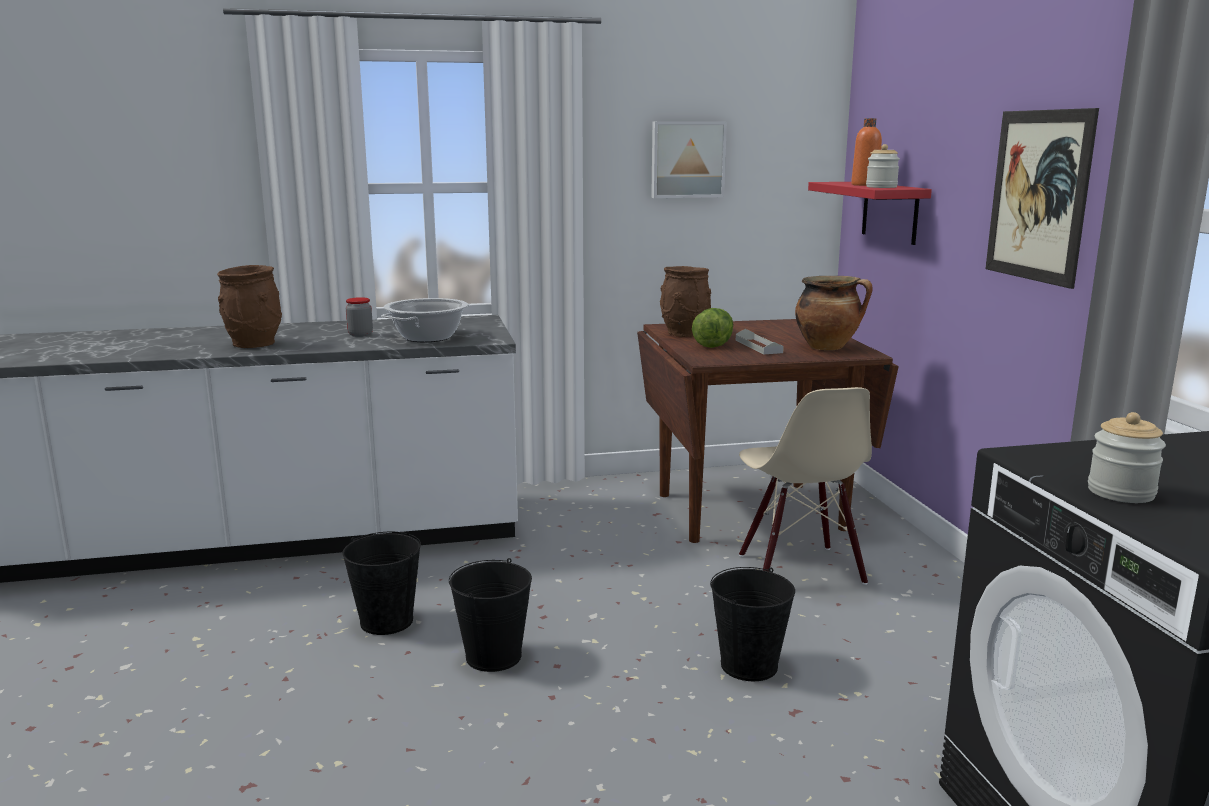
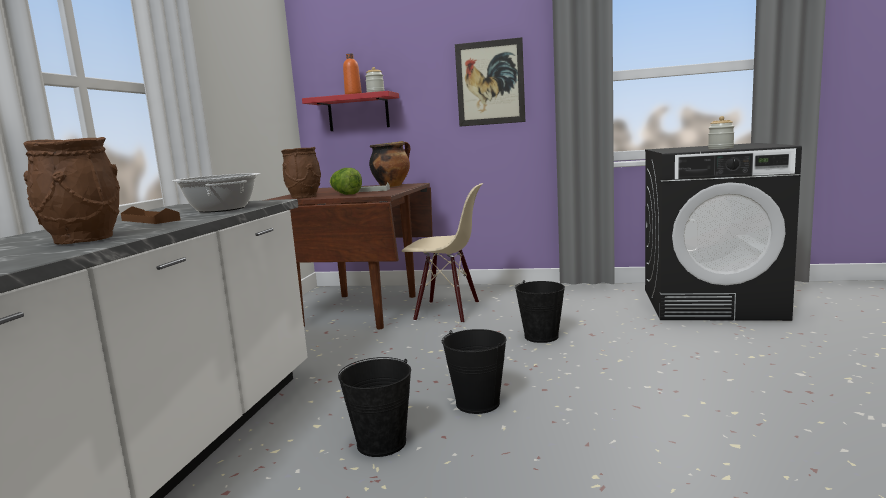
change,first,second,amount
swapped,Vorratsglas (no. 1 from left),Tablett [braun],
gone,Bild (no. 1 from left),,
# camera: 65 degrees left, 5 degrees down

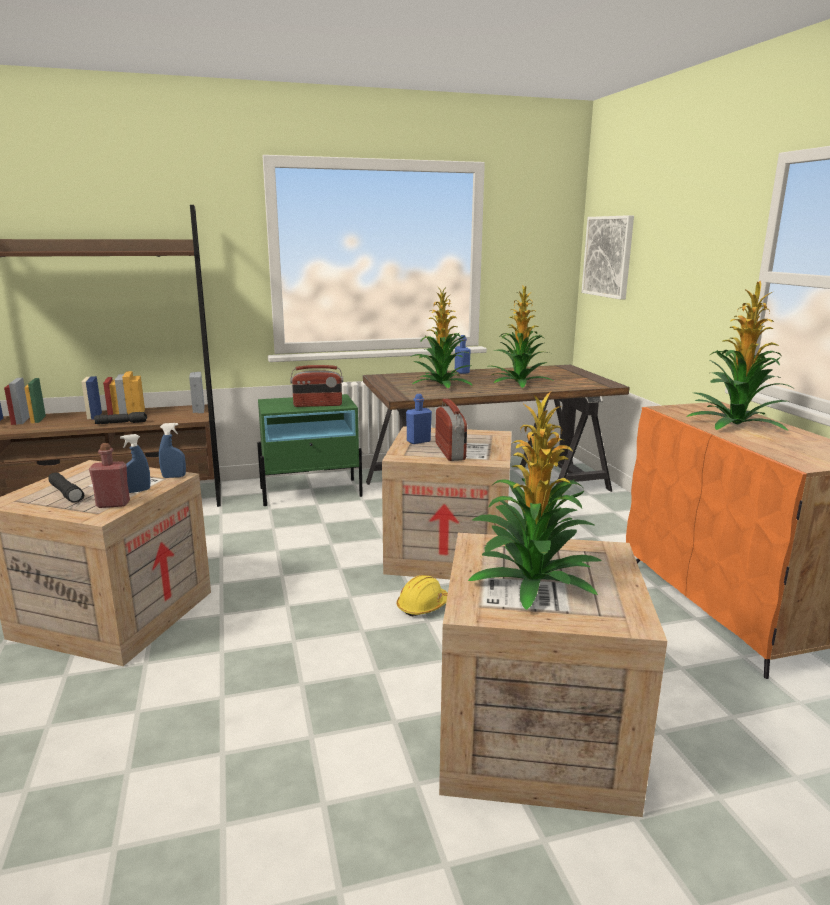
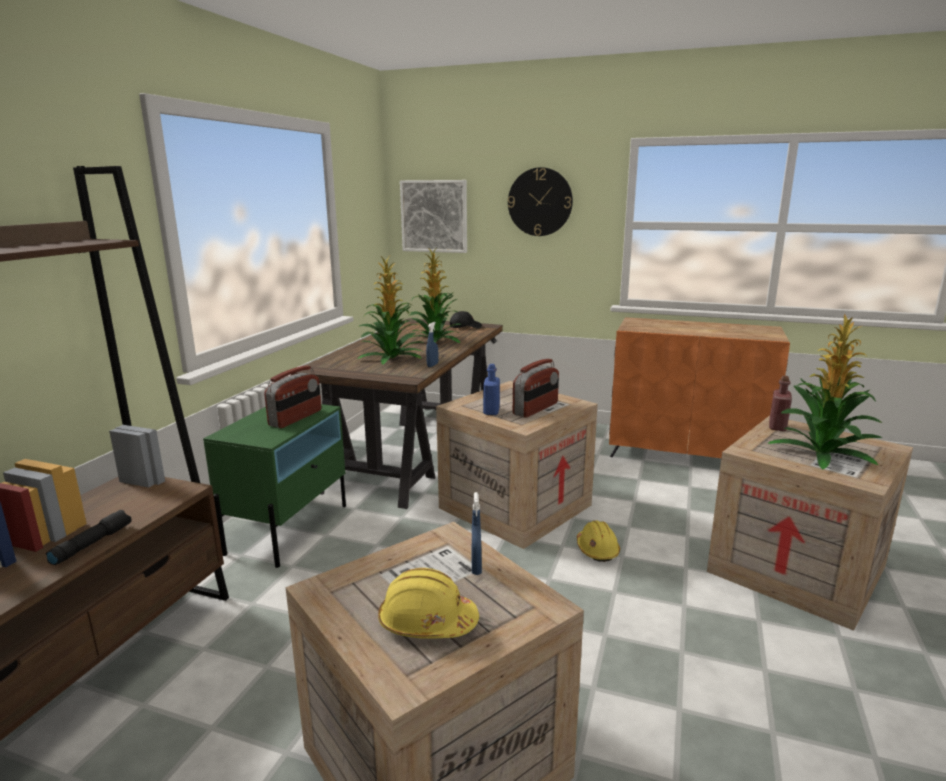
change,first,second,amount
swapped,Taschenlampe [schwarz] (no. 1 from left),Schutzhelm [gelb] (no. 1 from left),
shifted,Flasche [rot],,
shifted,Sprühflasche [blau] (no. 2 from left in the first image),Sprühflasche [blau] (no. 1 from left),
rotated,Radio (no. 2 from left),,105 degrees clockwise
gone,Flasche [blau] (no. 2 from left),,
gone,Topfpflanze (no. 4 from left),,
new,,Kappe [schwarz],
new,,Wanduhr,
# camera: 55 degrees left, 0 degrees up

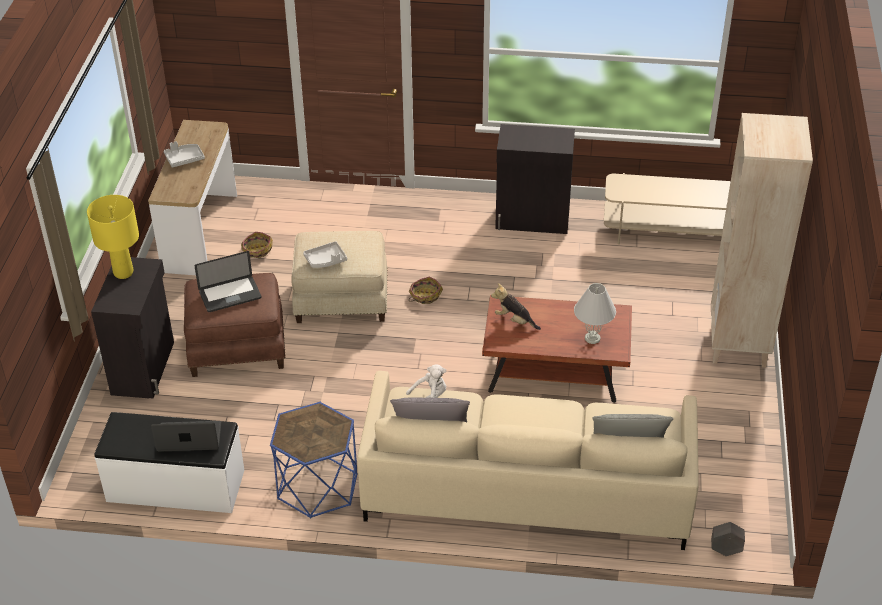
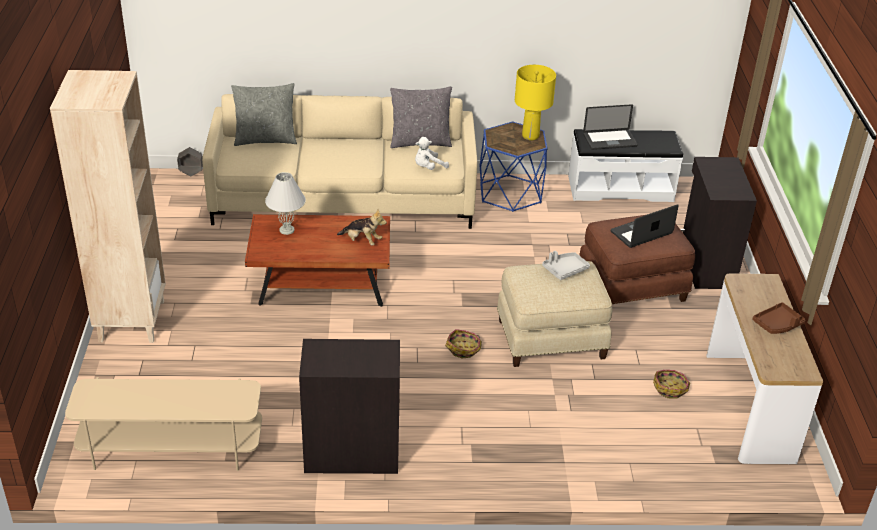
change,first,second,amount
shifted,Tischlampe [gelb],,
repainted,Tablett [grau] (no. 1 from left),Tablett [braun],
# camera: 170 degrees right, 5 degrees down

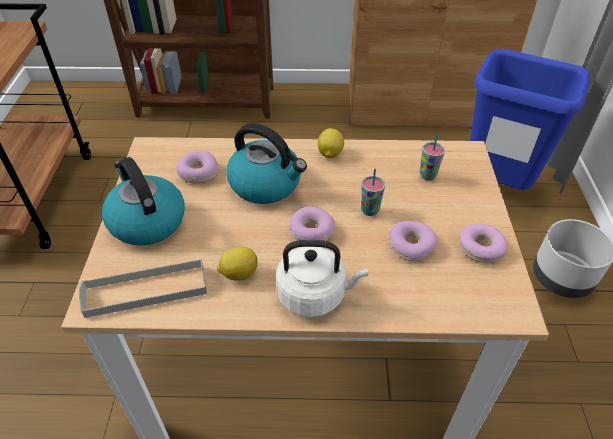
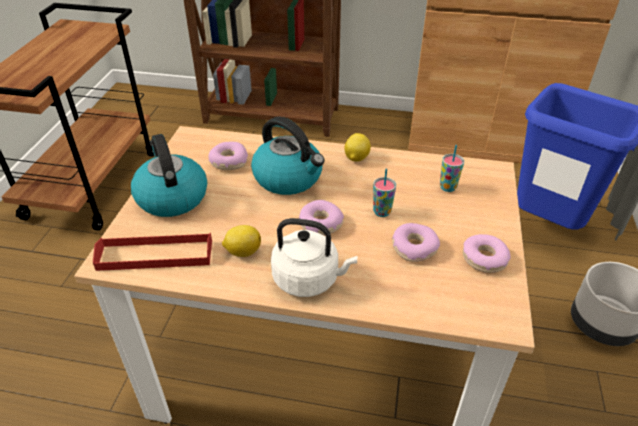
change,first,second,amount
repainted,Tablett [grau],Tablett [rot],
# camera: 10 degrees right, 5 degrees down

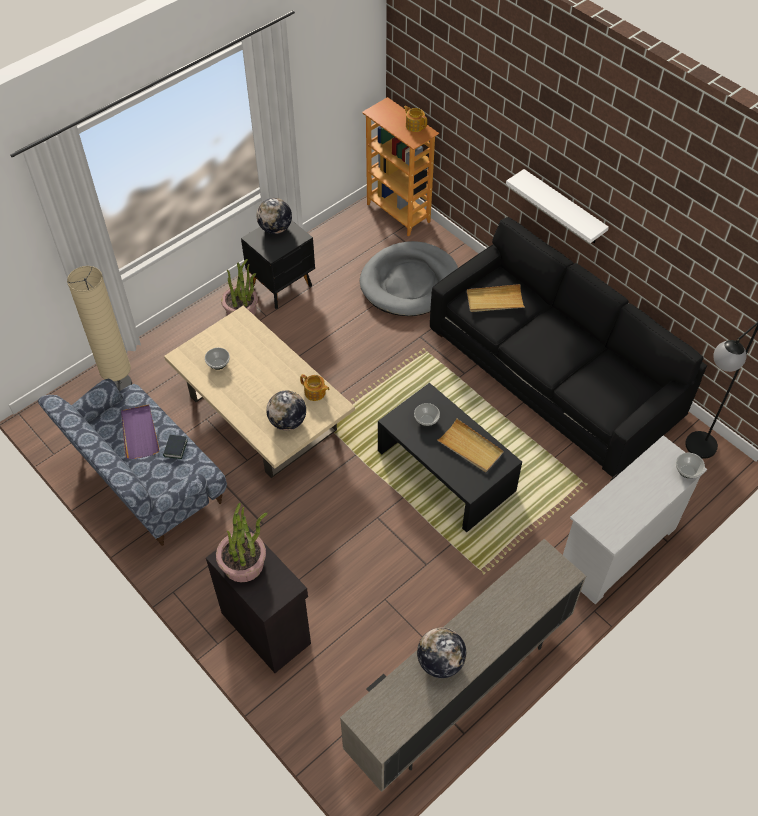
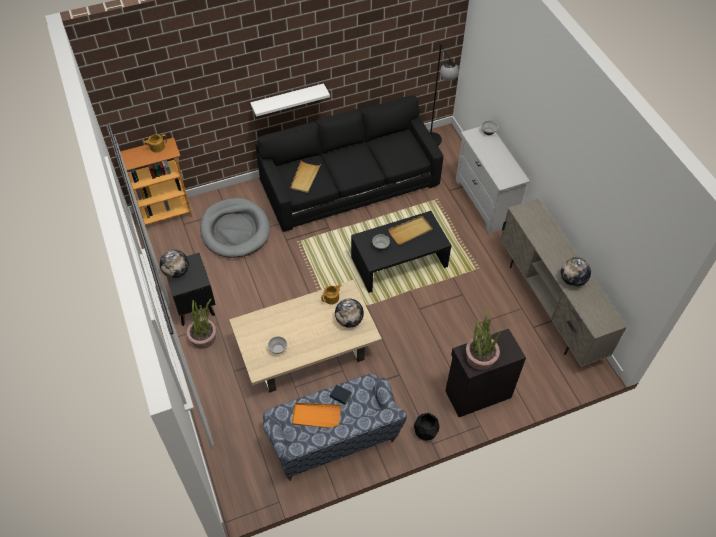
change,first,second,amount
gone,Stehlampe [beige],,
repainted,Tablett [lila],Tablett [orange],
new,,Pflanzkübel [schwarz],
# camera: 70 degrees left, 0 degrees up

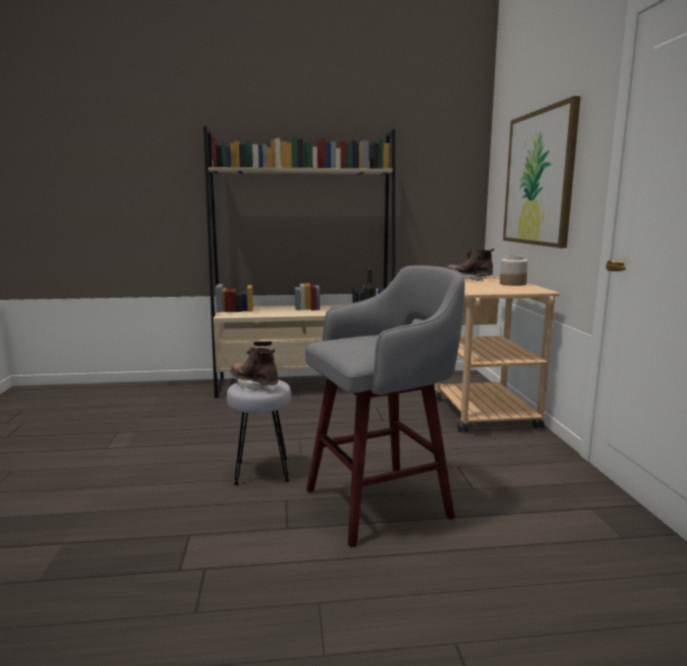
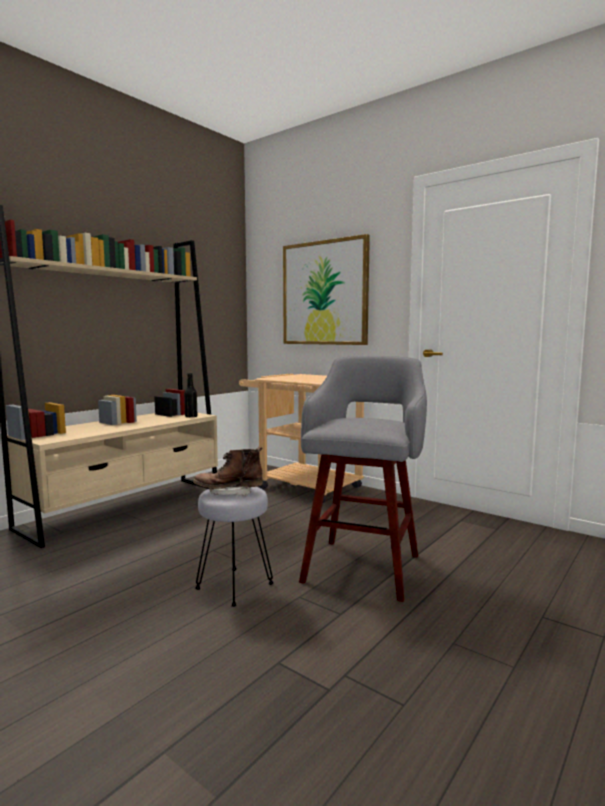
change,first,second,amount
gone,Stiefel [braun] (no. 2 from left),,
gone,Vorratsglas,,
# camera: 45 degrees left, 5 degrees down

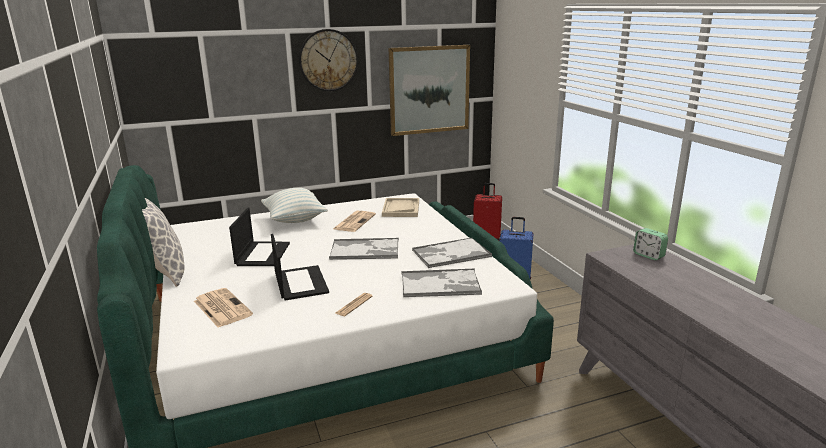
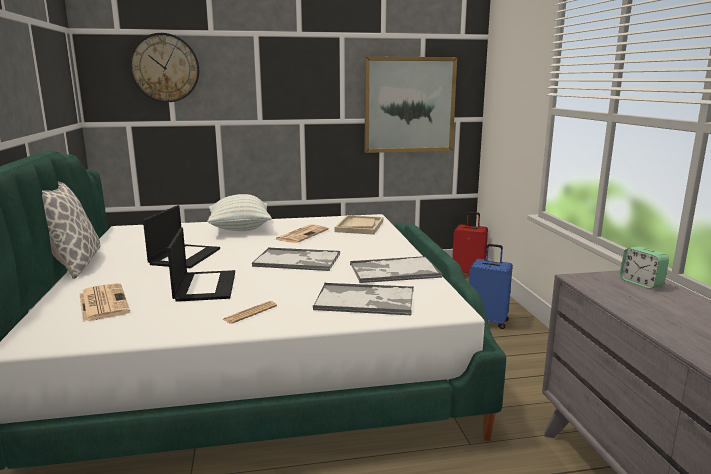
change,first,second,amount
shifted,Wanduhr,,
# camera: 10 degrees right, 5 degrees down

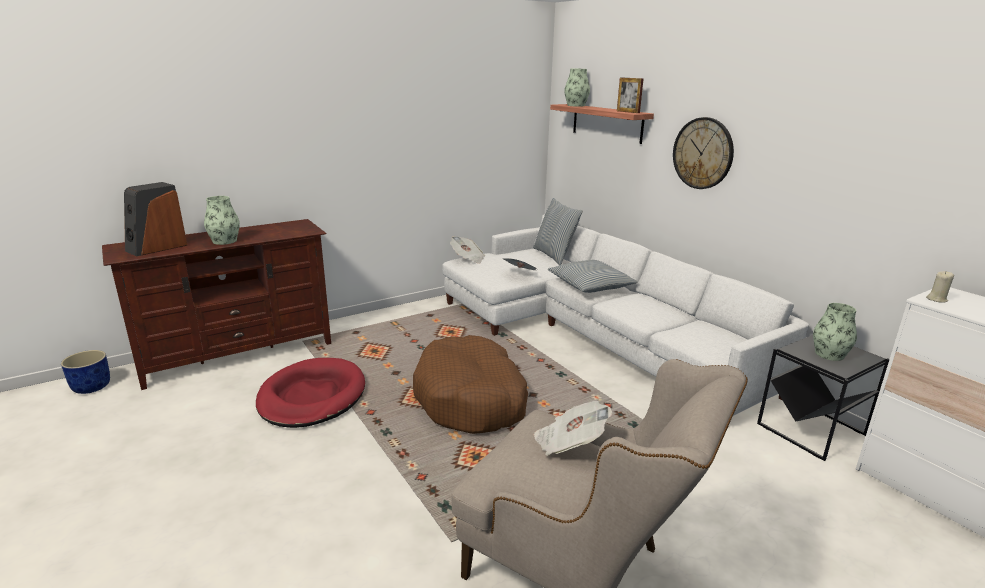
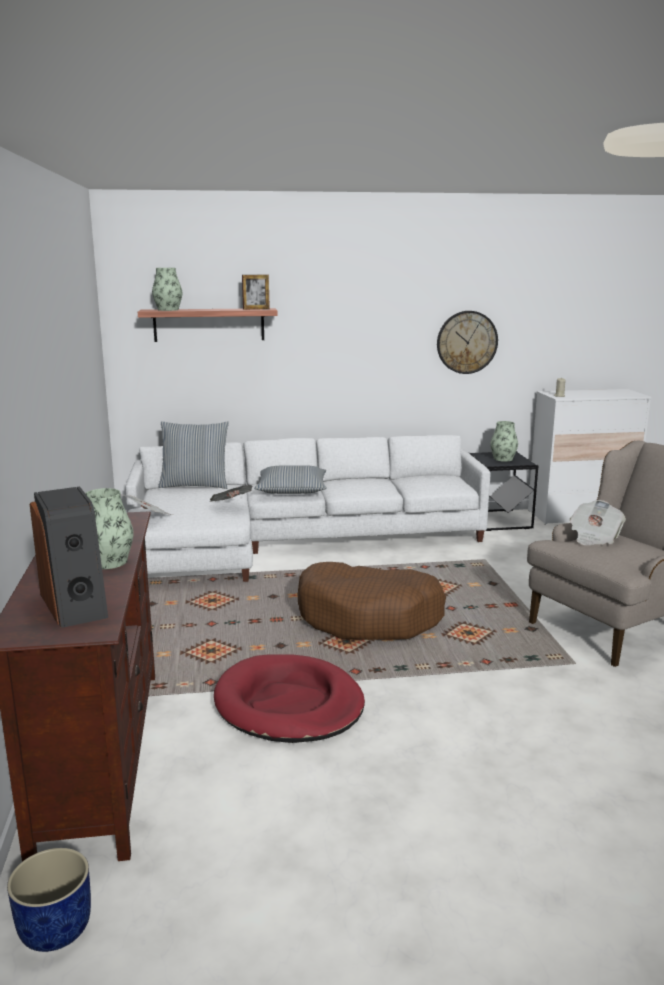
change,first,second,amount
shifted,Wanduhr,,
# camera: 65 degrees left, 5 degrees down

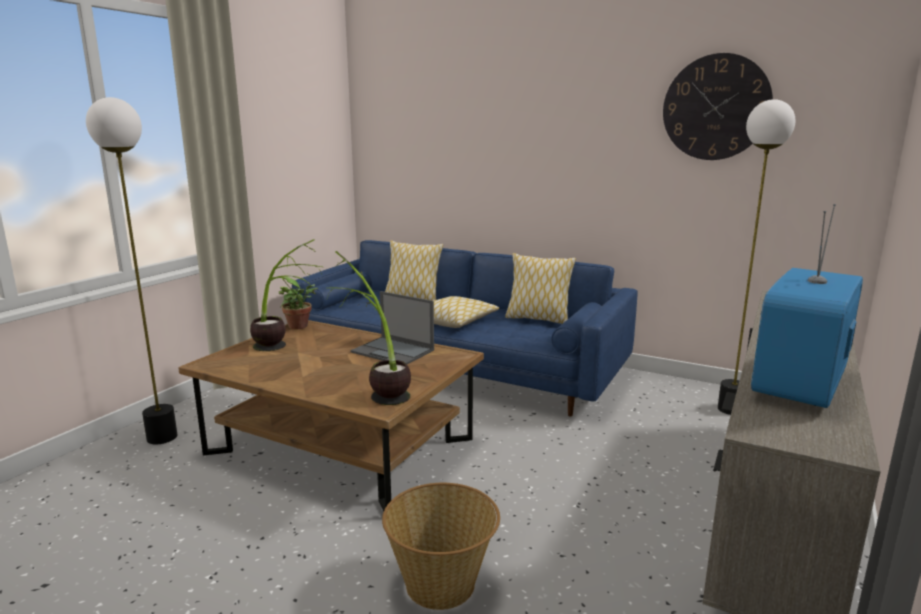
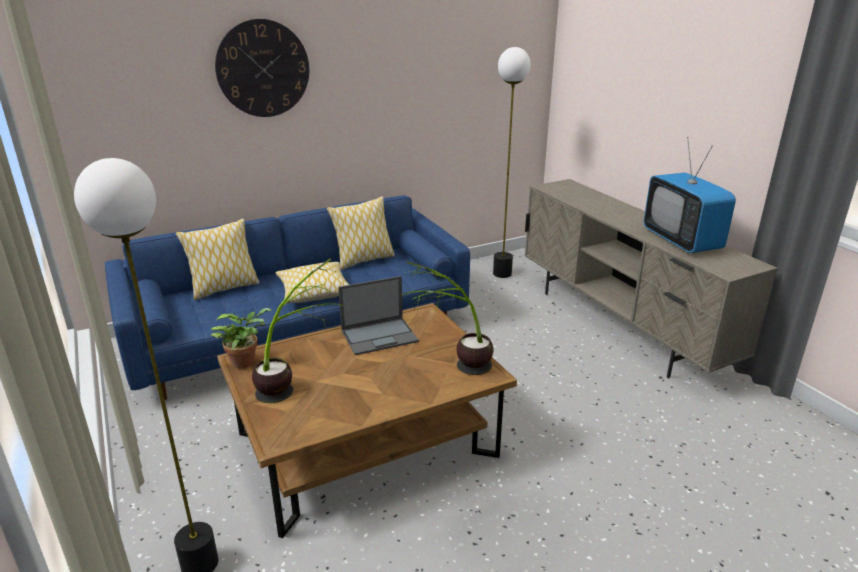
change,first,second,amount
gone,Korb,,
shifted,Wanduhr,,
# camera: 55 degrees left, 10 degrees up

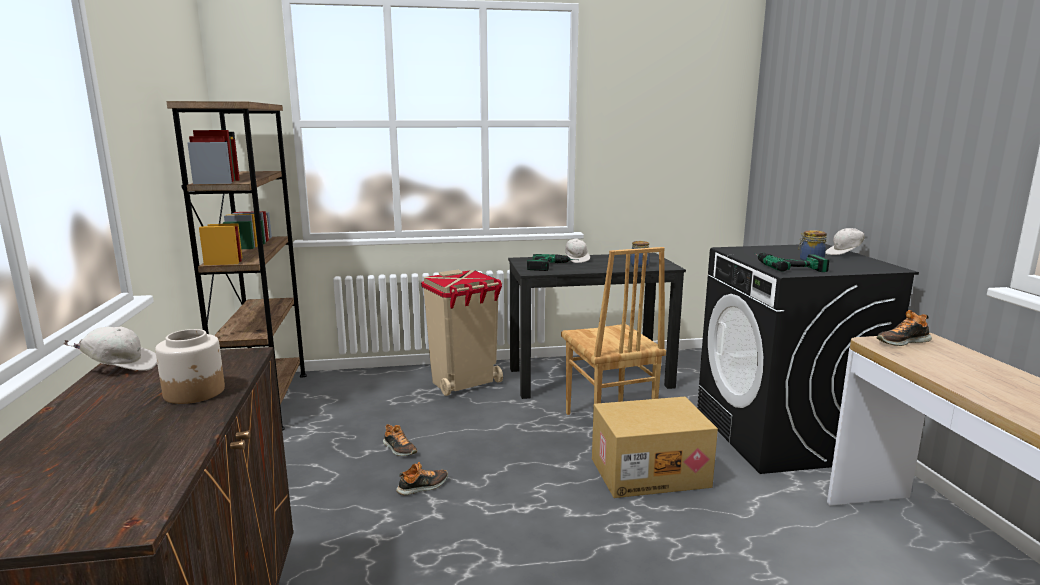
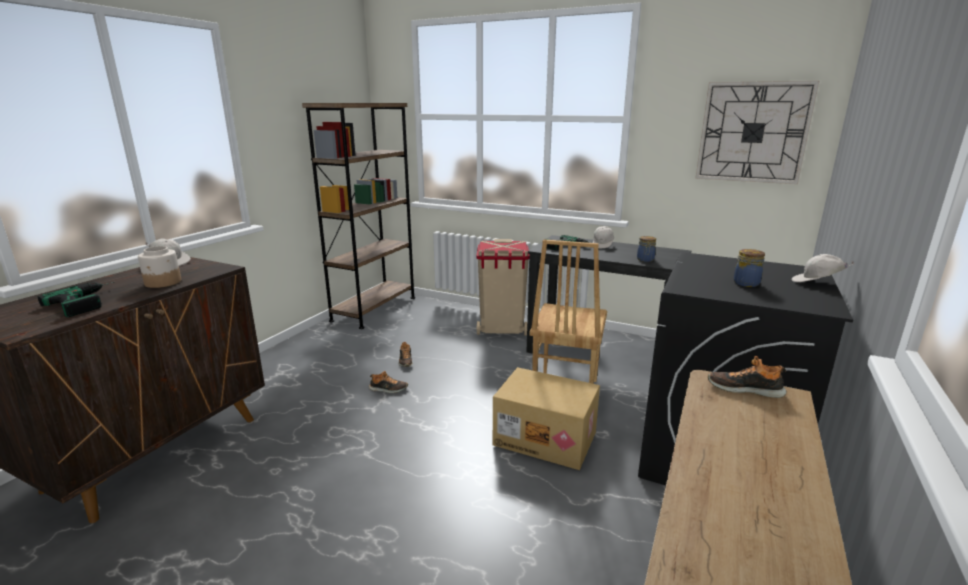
change,first,second,amount
shifted,Bohrmaschine (no. 2 from left in the first image),Bohrmaschine (no. 1 from left),
new,,Wanduhr,
# camera: 35 degrees right, 5 degrees up

